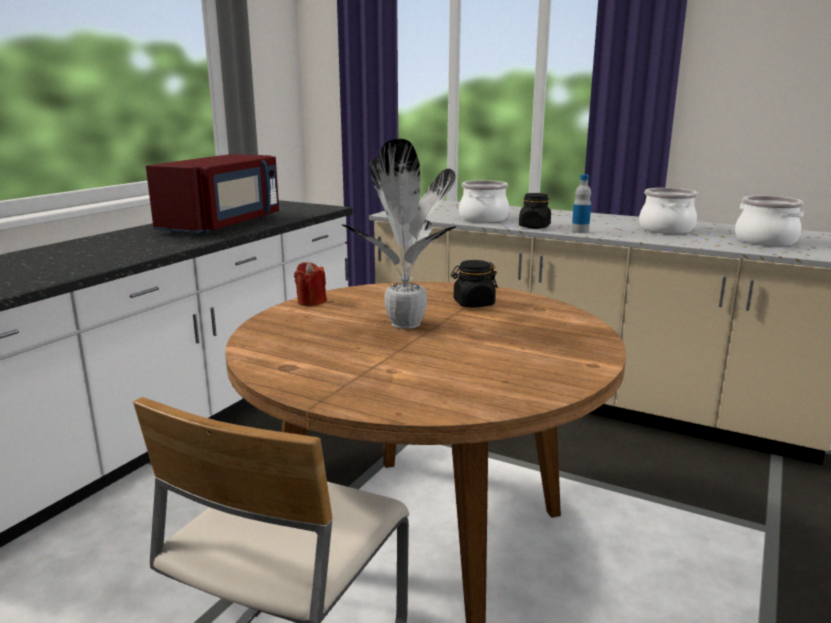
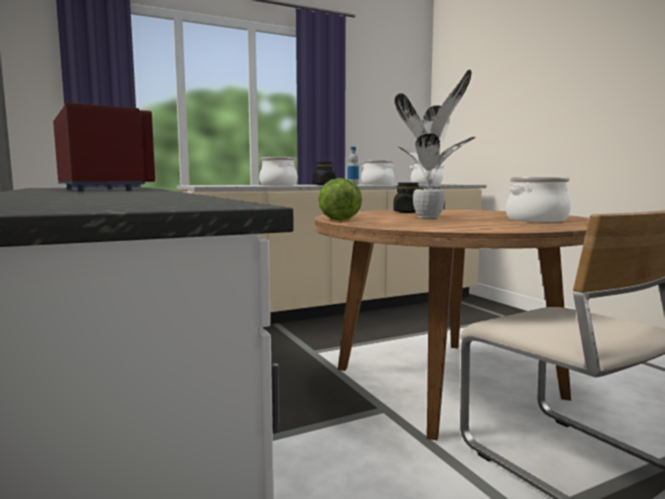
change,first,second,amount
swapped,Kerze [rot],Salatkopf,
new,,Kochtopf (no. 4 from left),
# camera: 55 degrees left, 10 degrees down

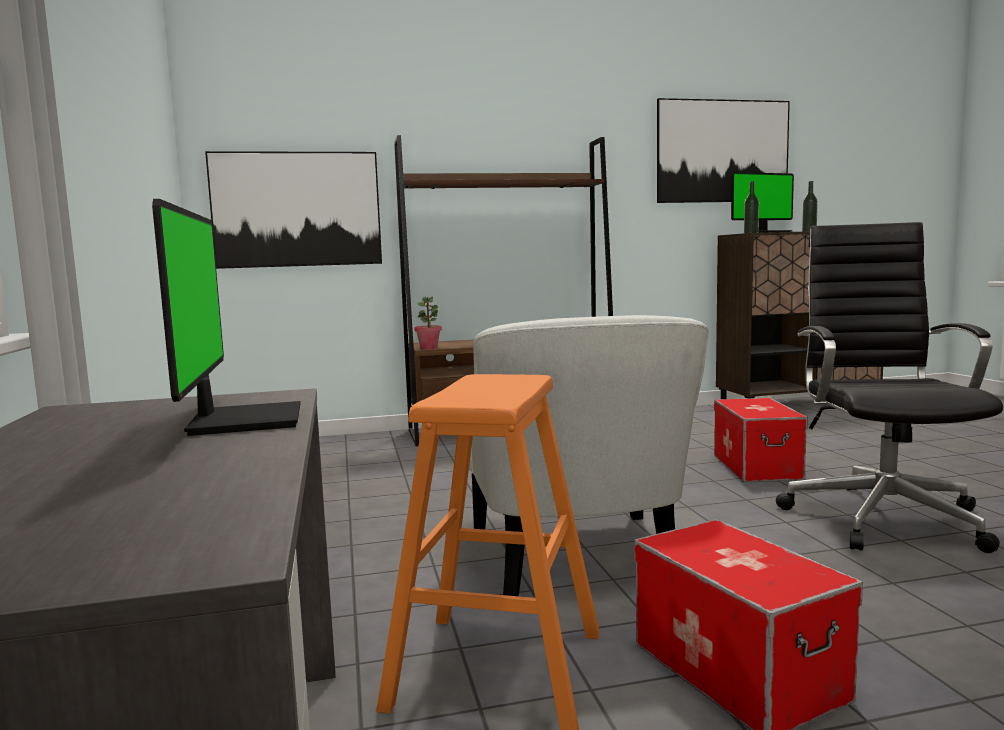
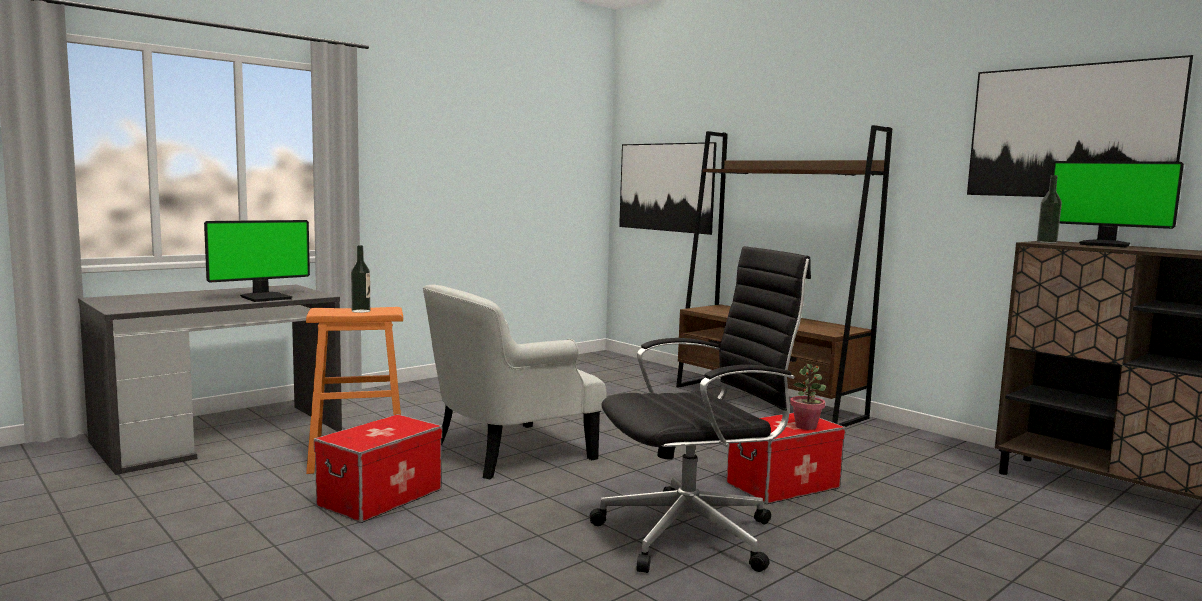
change,first,second,amount
shifted,Topfpflanze,,
shifted,Flasche (no. 2 from left in the first image),Flasche (no. 1 from left),
# camera: 60 degrees right, 0 degrees up

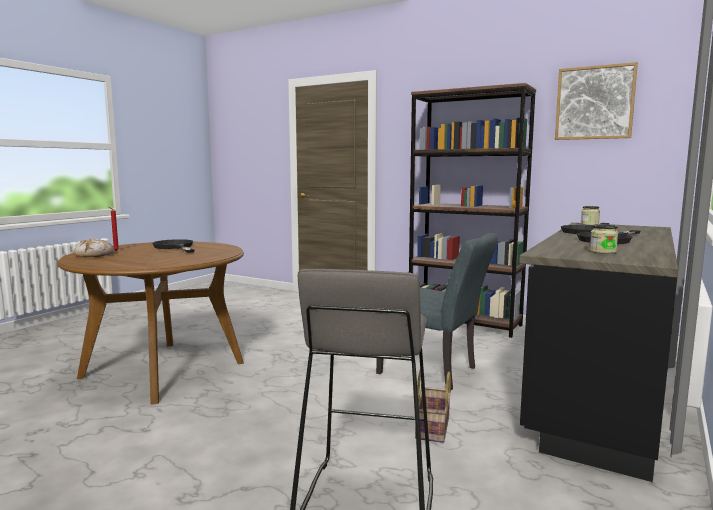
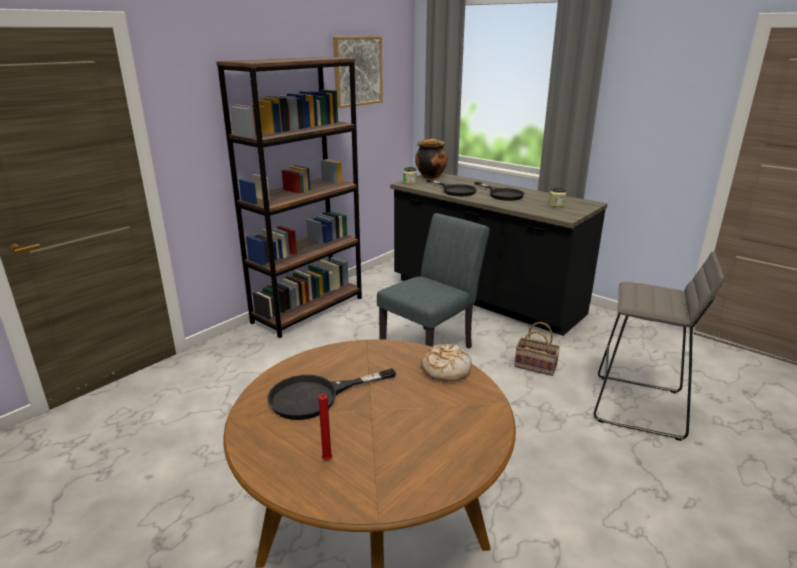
change,first,second,amount
shifted,Brot,,
new,,Kochtopf,
# camera: 80 degrees left, 15 degrees up

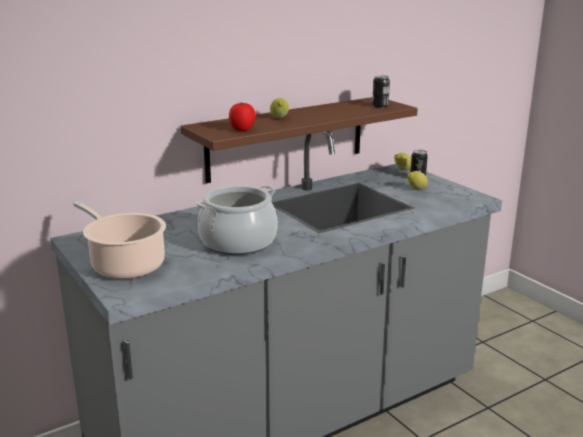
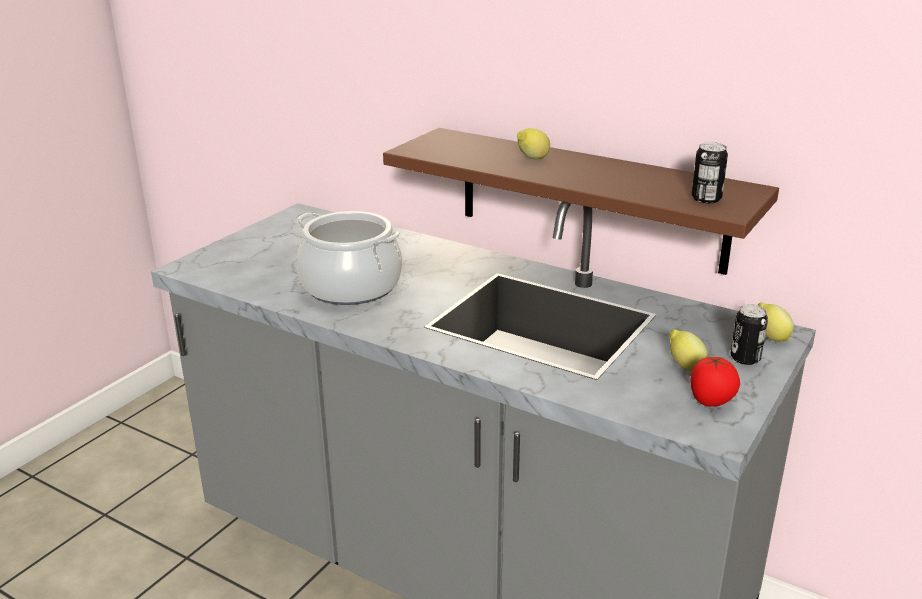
change,first,second,amount
gone,Kochtopf (no. 1 from left),,
shifted,Tomate,,
# camera: 65 degrees right, 5 degrees up

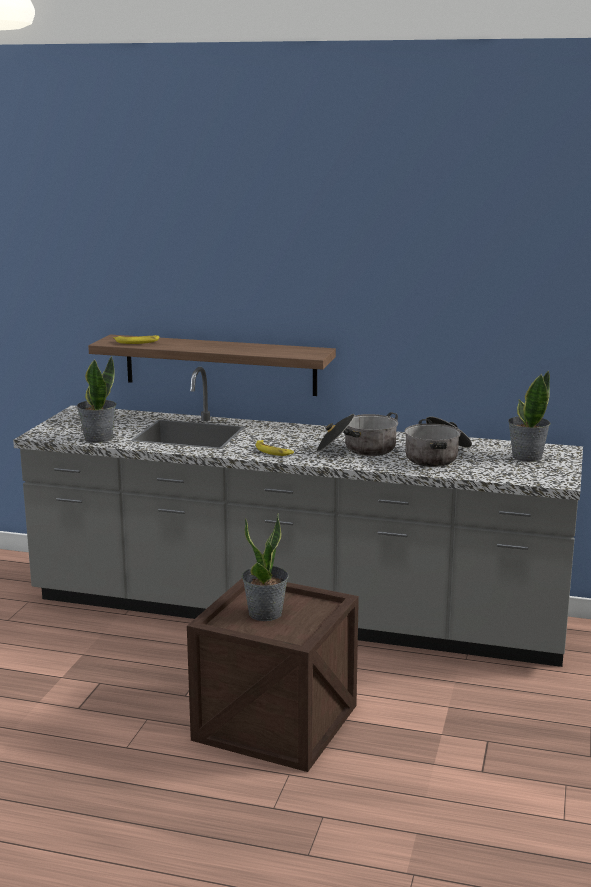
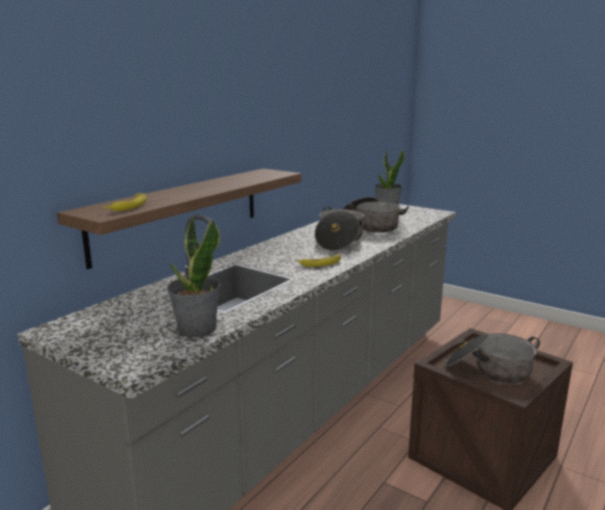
change,first,second,amount
swapped,Topfpflanze (no. 2 from left),Kochtopf (no. 3 from left),
# camera: 70 degrees left, 0 degrees up

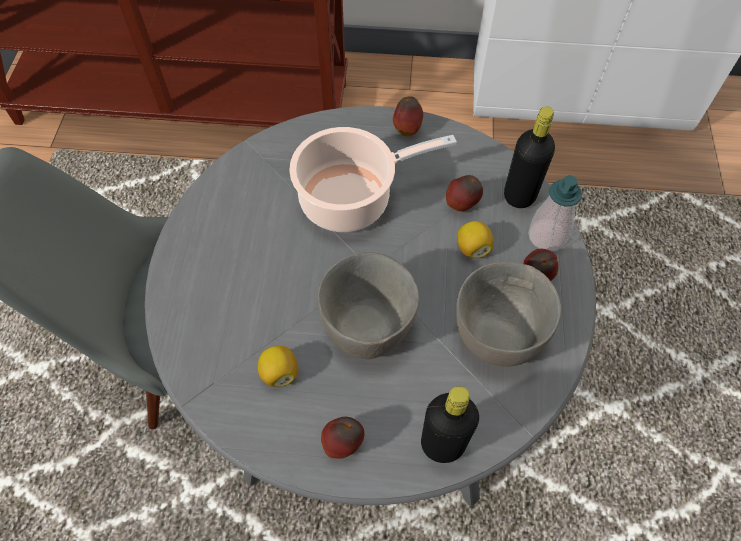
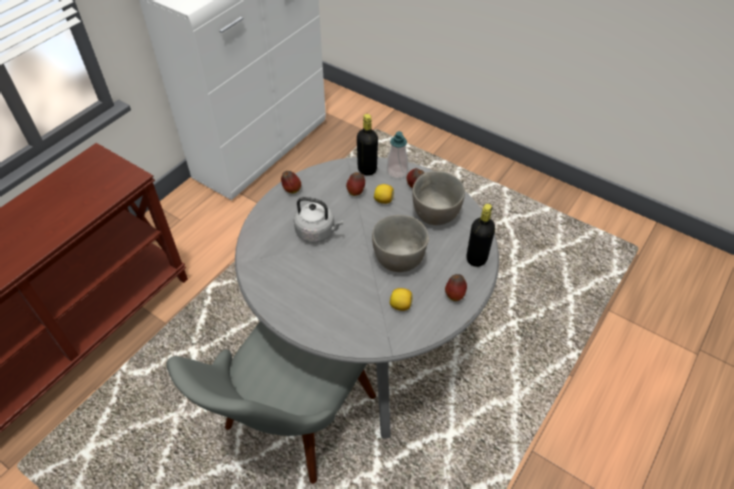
change,first,second,amount
swapped,Kochtopf,Wasserkessel [grau],
# camera: 60 degrees left, 10 degrees down

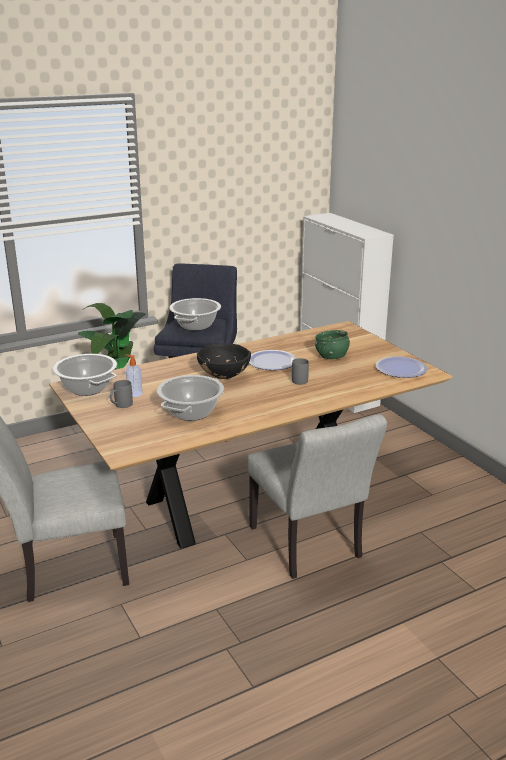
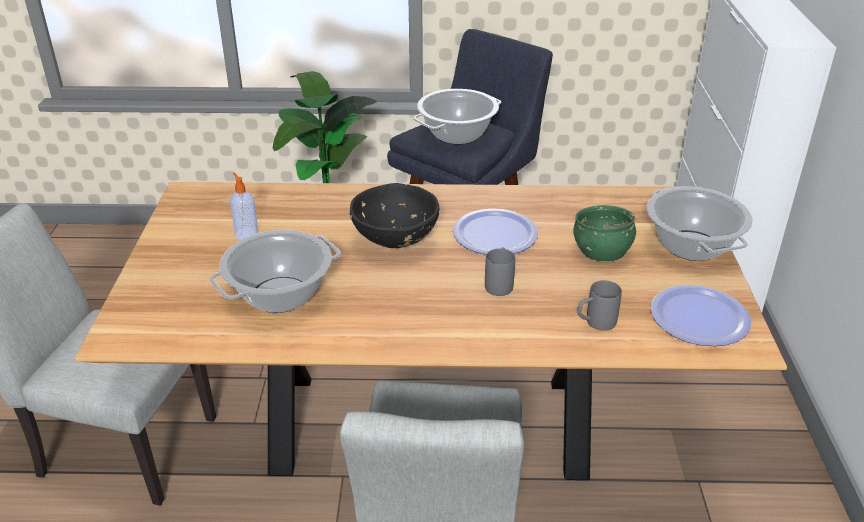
change,first,second,amount
shifted,Kochtopf (no. 1 from left in the first image),Kochtopf (no. 3 from left),
shifted,Henkelbecher [grau] (no. 1 from left in the first image),Henkelbecher [grau] (no. 2 from left),
# camera: 30 degrees right, 10 degrees up

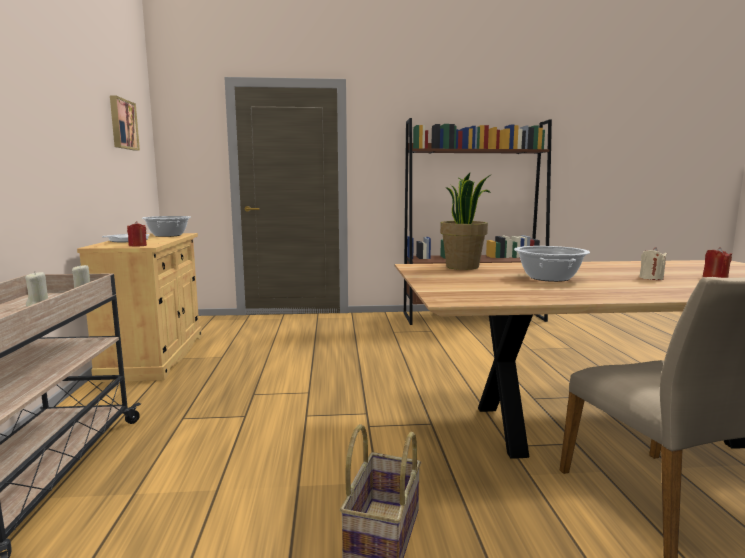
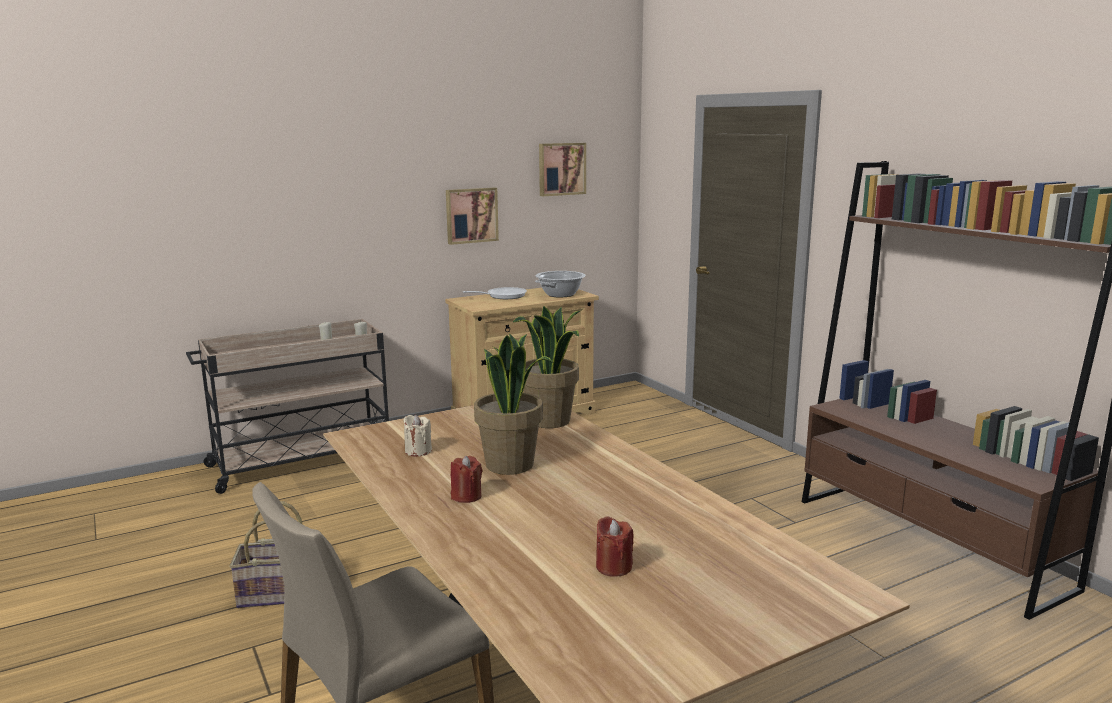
change,first,second,amount
shifted,Kerze [rot] (no. 1 from left),,
swapped,Kochtopf (no. 2 from left),Topfpflanze (no. 1 from left),
shifted,Kerze [beige] (no. 3 from left),,
new,,Bild (no. 1 from left),
# camera: 65 degrees right, 5 degrees up

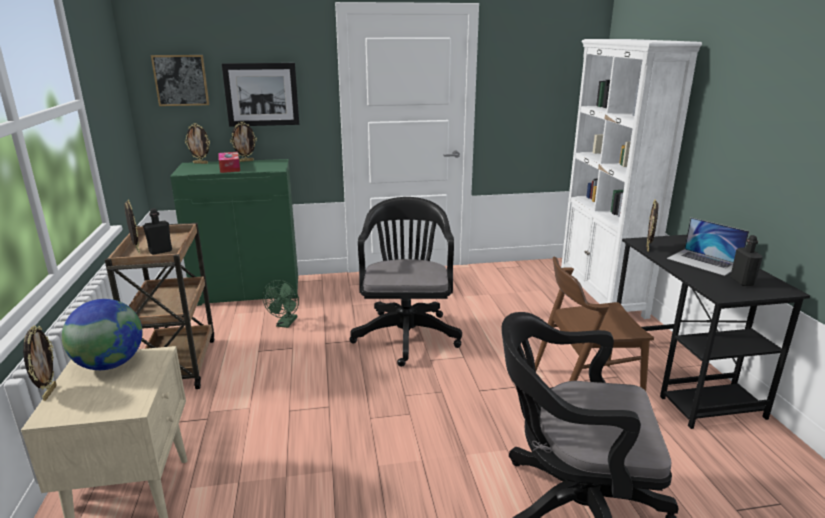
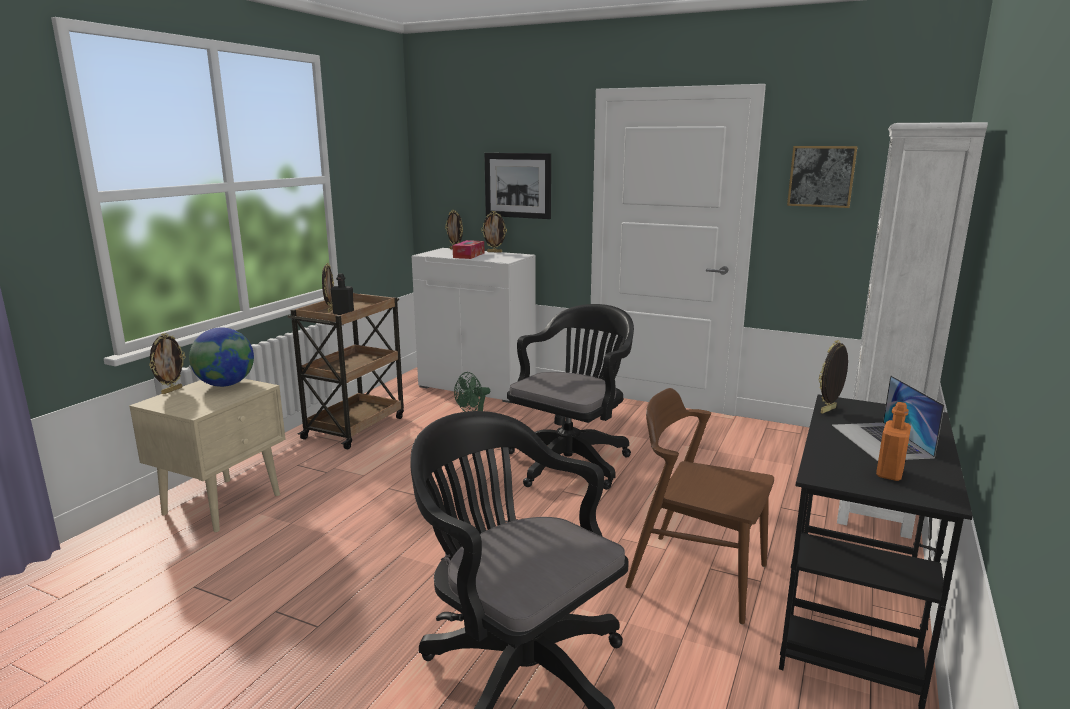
change,first,second,amount
shifted,Bild (no. 1 from left in the first image),Bild (no. 2 from left),
repainted,Schrank [grün],Schrank [weiß],
repainted,Flasche [schwarz] (no. 2 from left),Flasche [orange],
# camera: 35 degrees right, 5 degrees down

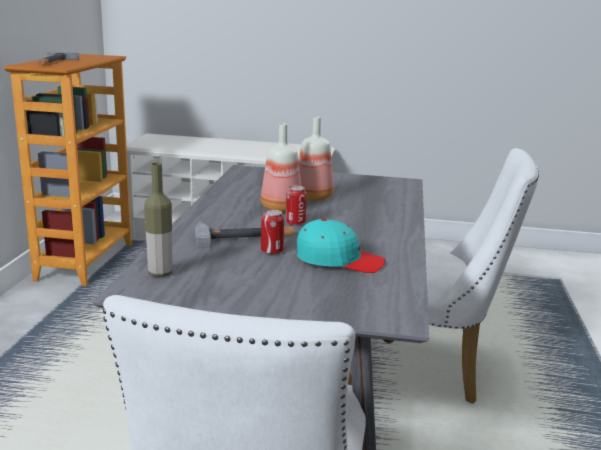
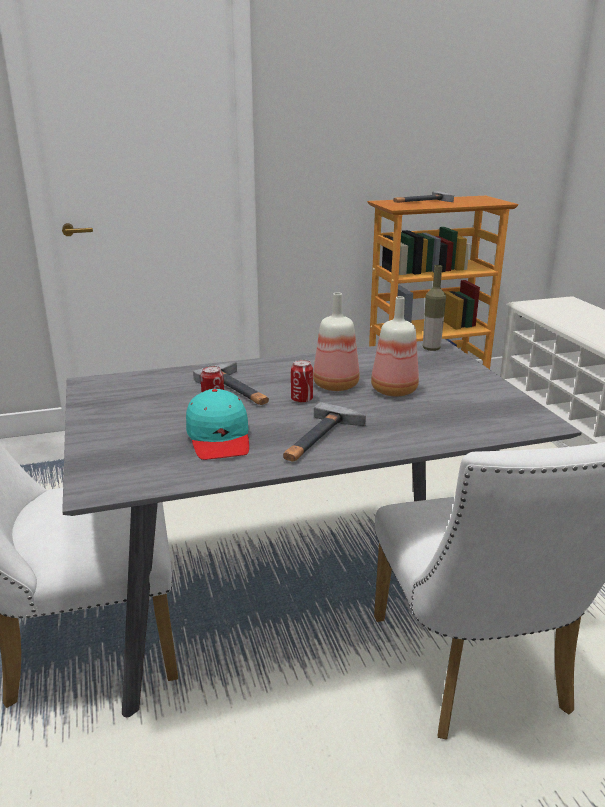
change,first,second,amount
shifted,Flasche (no. 1 from left in the first image),Flasche (no. 3 from left),
new,,Hammer (no. 2 from left),
# camera: 65 degrees right, 5 degrees up

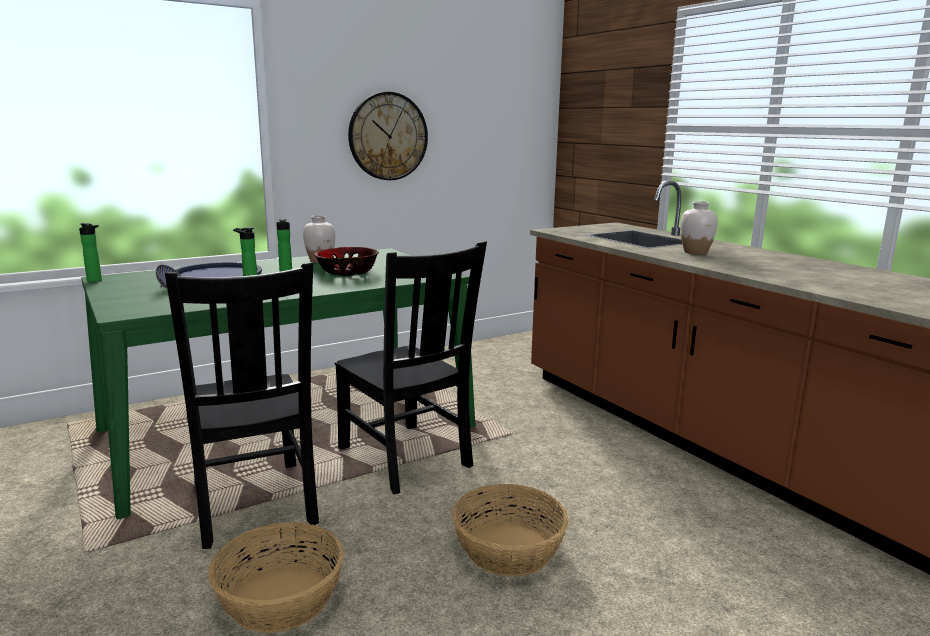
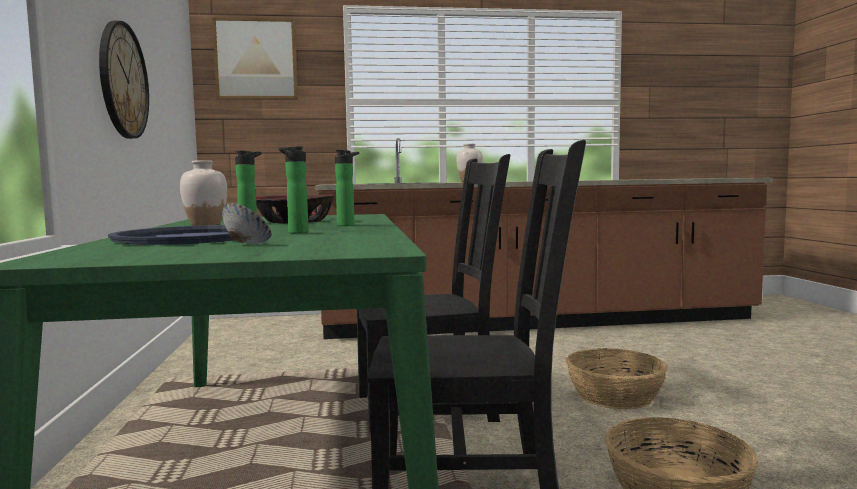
change,first,second,amount
shifted,Flasche (no. 1 from left in the first image),Flasche (no. 3 from left),
new,,Bild,
# camera: 65 degrees left, 10 degrees down

